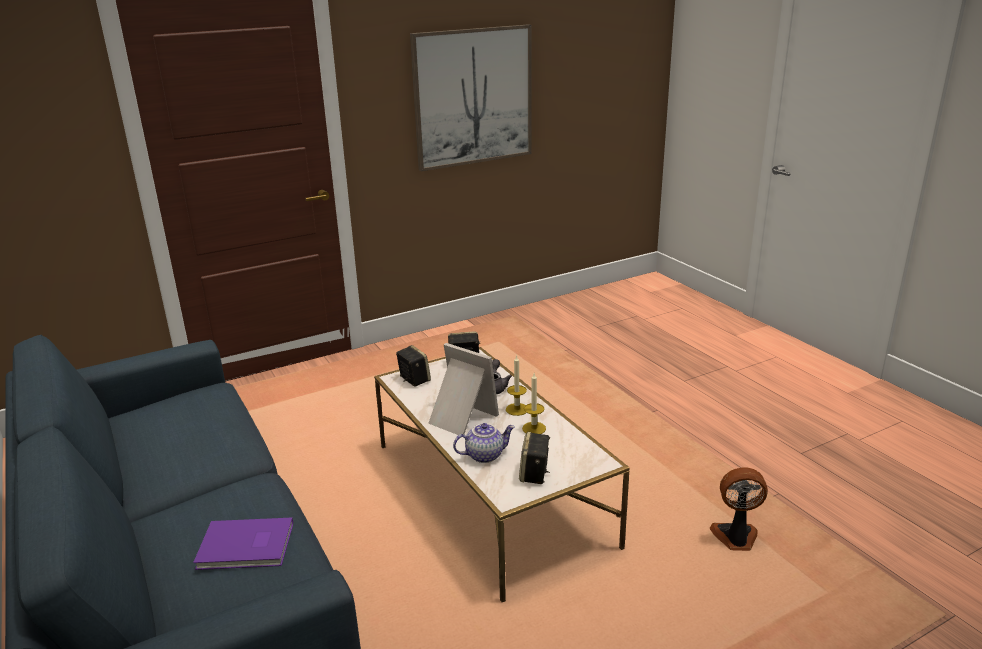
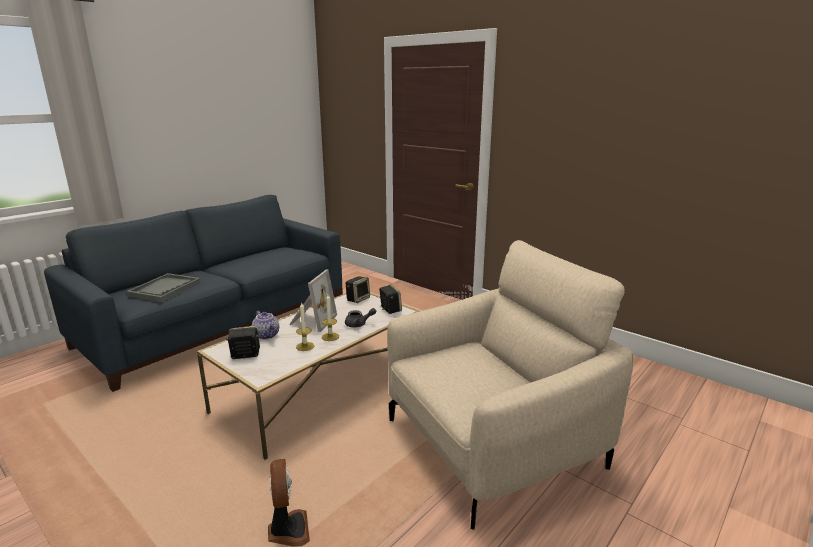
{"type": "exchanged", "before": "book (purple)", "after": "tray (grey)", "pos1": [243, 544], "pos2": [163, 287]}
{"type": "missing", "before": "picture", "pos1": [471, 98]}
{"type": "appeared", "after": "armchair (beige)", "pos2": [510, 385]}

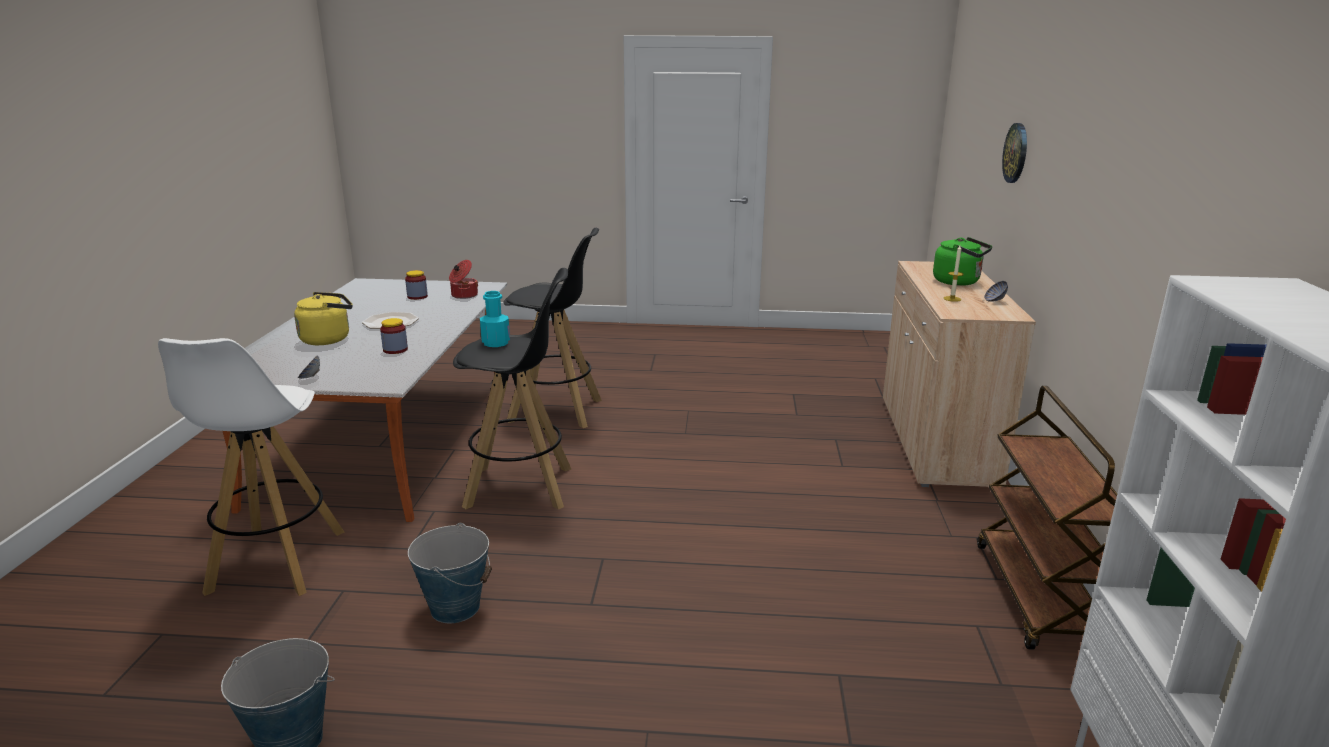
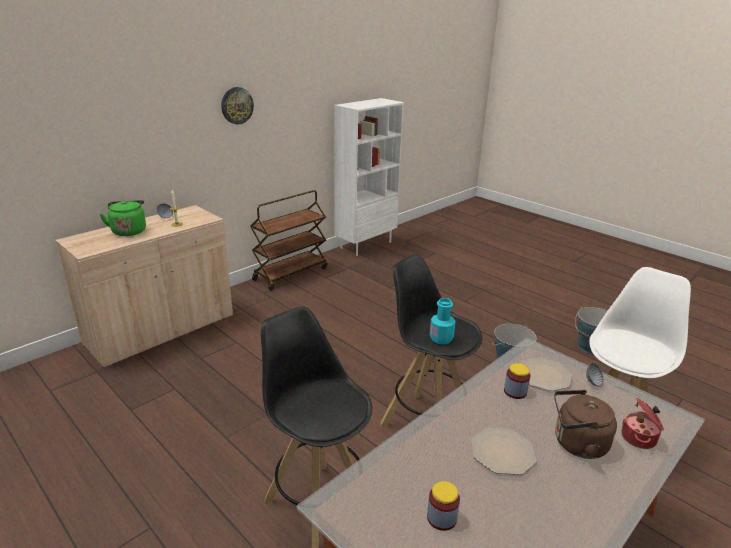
{"type": "colour", "before": "kettle (yellow)", "after": "kettle (brown)", "pos1": [323, 318], "pos2": [585, 424]}
{"type": "relocated", "before": "cooking pot", "pos1": [463, 279], "pos2": [643, 423]}
{"type": "relocated", "before": "wall clock", "pos1": [1014, 153], "pos2": [237, 106]}
{"type": "appeared", "after": "plate", "pos2": [546, 374]}

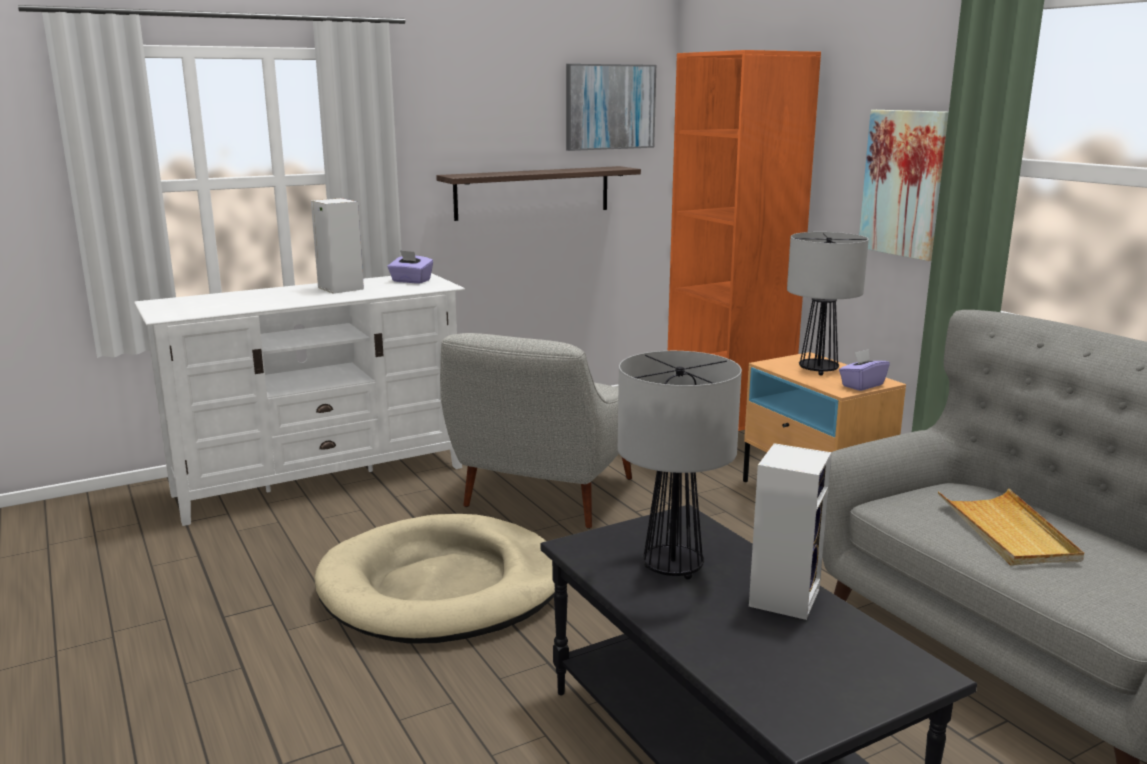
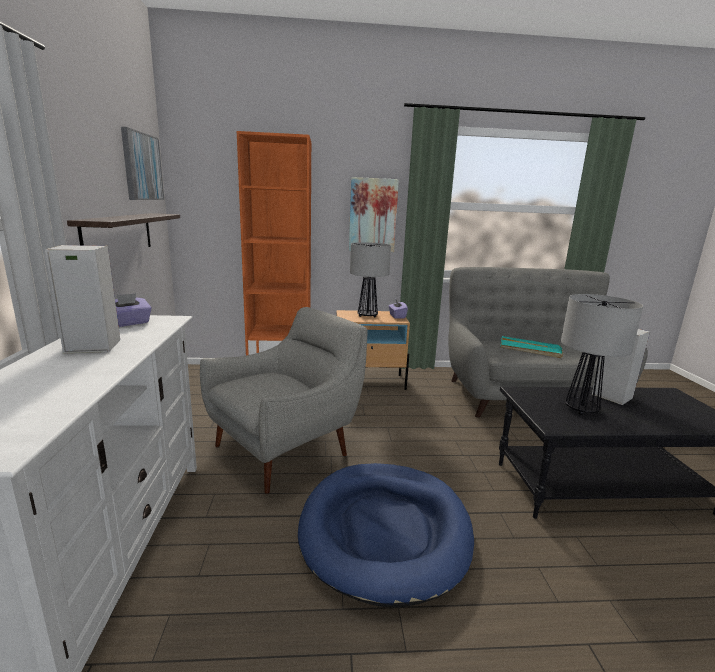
{"type": "colour", "before": "dog bed (beige)", "after": "dog bed (blue)", "pos1": [434, 578], "pos2": [386, 535]}
{"type": "spun", "before": "armchair (grey)", "pos1": [536, 431], "pos2": [284, 400], "turn": -90}
{"type": "colour", "before": "tray (beige)", "after": "tray (turquoise)", "pos1": [1011, 527], "pos2": [531, 347]}

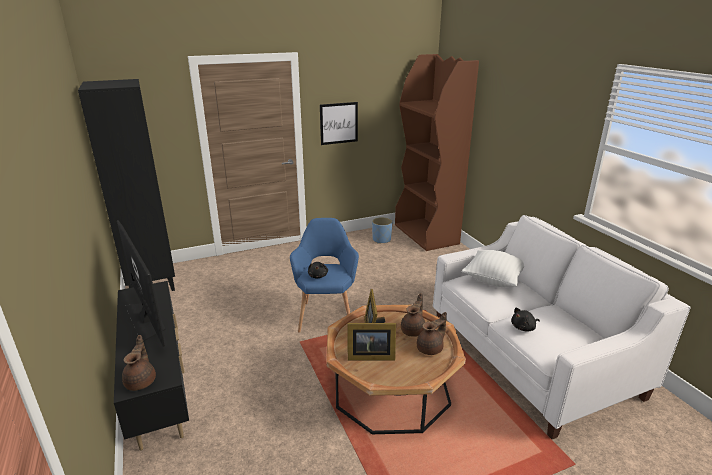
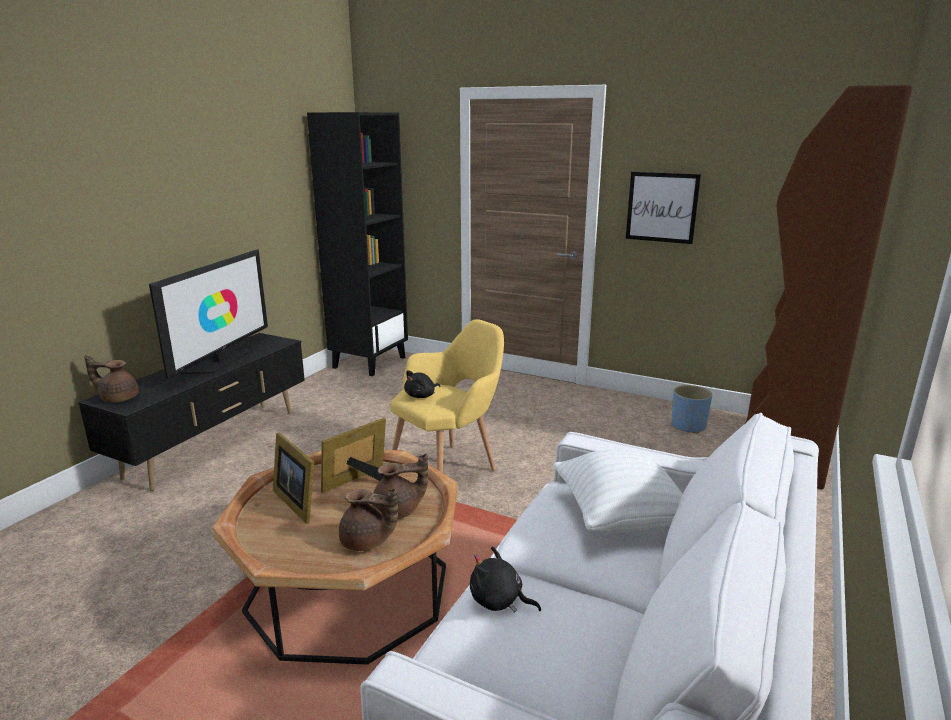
{"type": "spun", "before": "teapot (brown)", "pos1": [139, 363], "pos2": [111, 378], "turn": -135}
{"type": "colour", "before": "armchair (blue)", "after": "armchair (yellow)", "pos1": [324, 275], "pos2": [447, 396]}

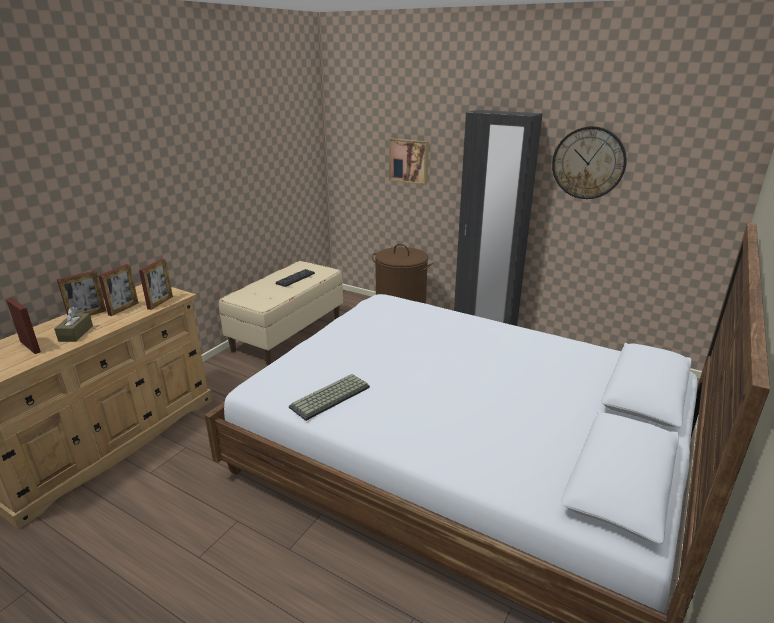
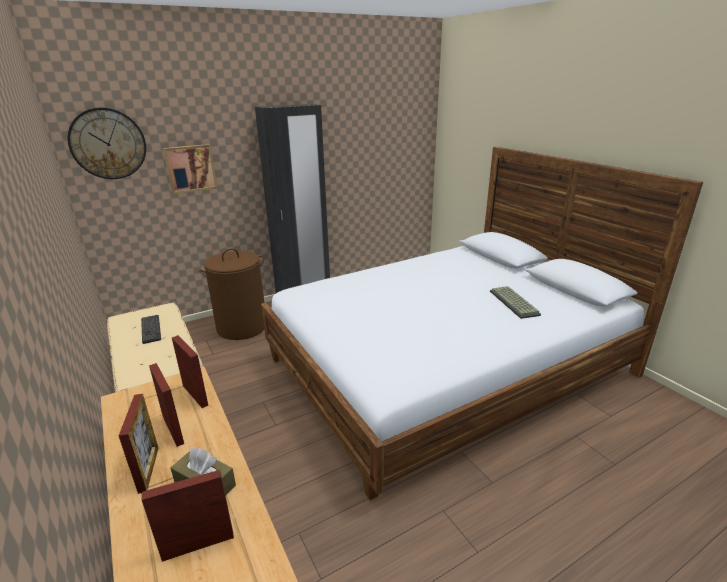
{"type": "relocated", "before": "keyboard", "pos1": [329, 397], "pos2": [515, 302]}
{"type": "relocated", "before": "wall clock", "pos1": [589, 162], "pos2": [107, 143]}

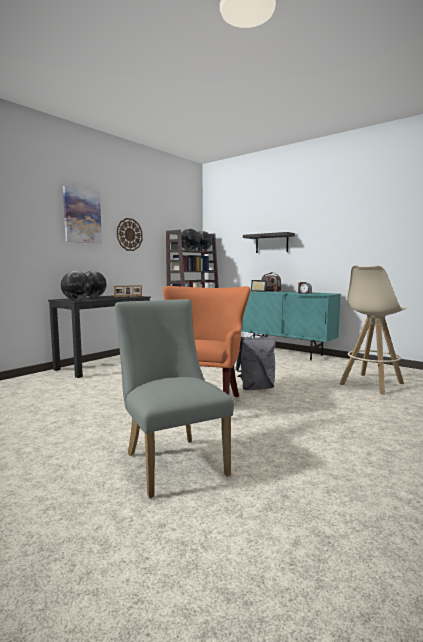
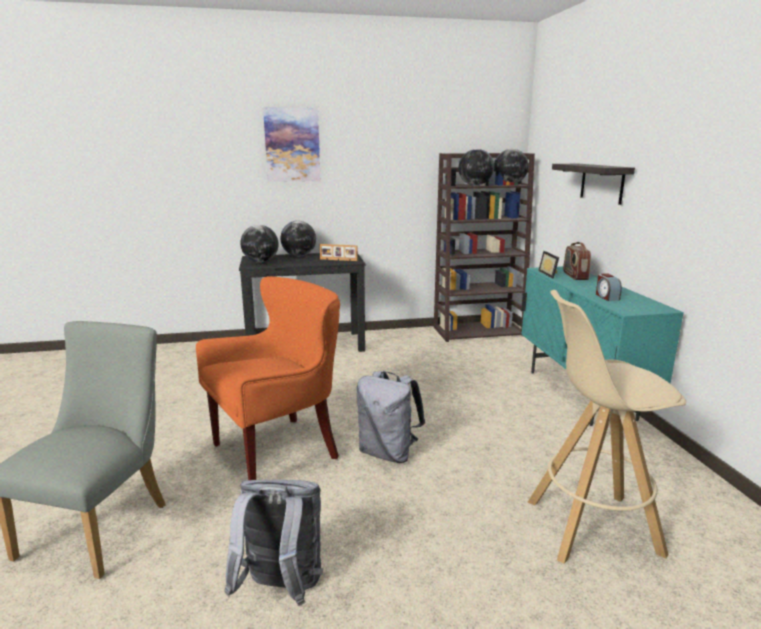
{"type": "missing", "before": "wall clock", "pos1": [130, 234]}
{"type": "appeared", "after": "backpack (grey)", "pos2": [274, 542]}

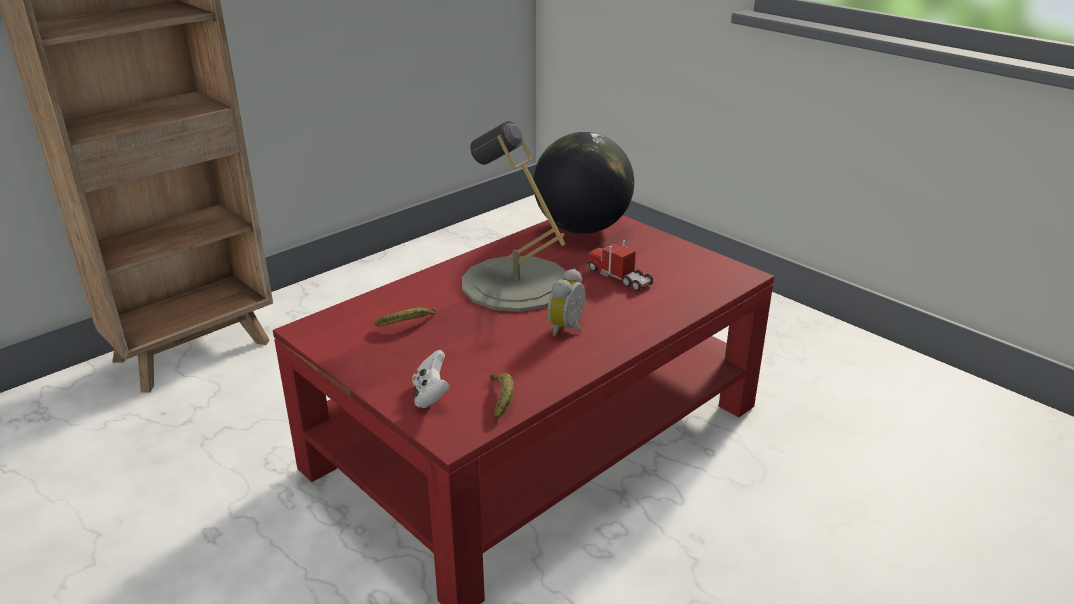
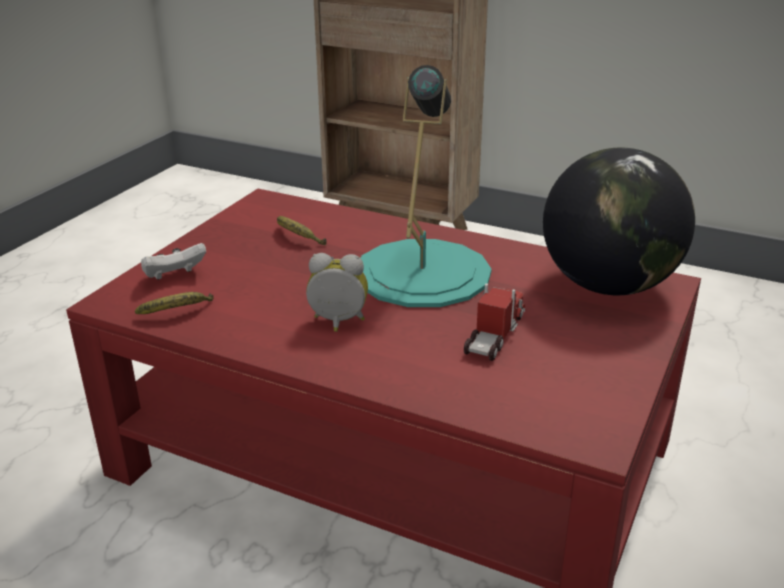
{"type": "colour", "before": "table lamp (grey)", "after": "table lamp (turquoise)", "pos1": [516, 216], "pos2": [426, 186]}

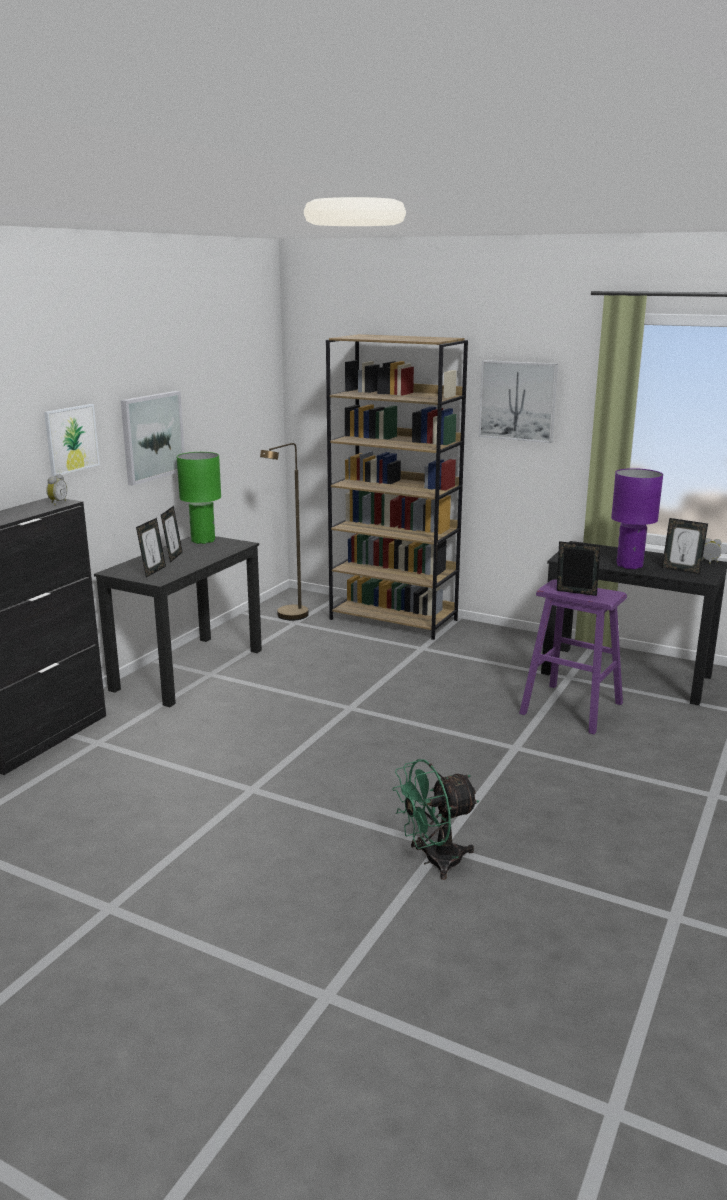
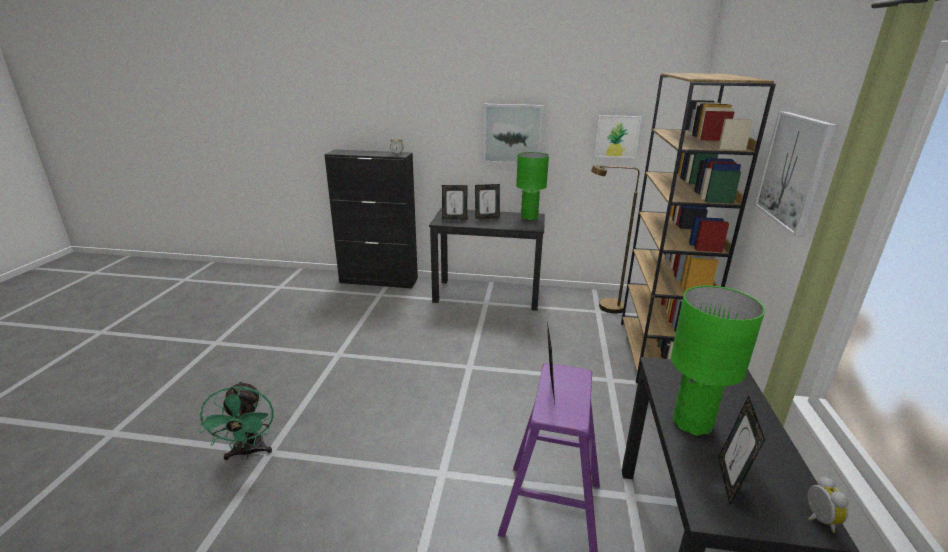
{"type": "relocated", "before": "picture", "pos1": [72, 440], "pos2": [618, 136]}
{"type": "spun", "before": "fan (green)", "pos1": [435, 819], "pos2": [236, 420], "turn": -150}
{"type": "colour", "before": "table lamp (purple)", "after": "table lamp (green)", "pos1": [637, 518], "pos2": [718, 360]}

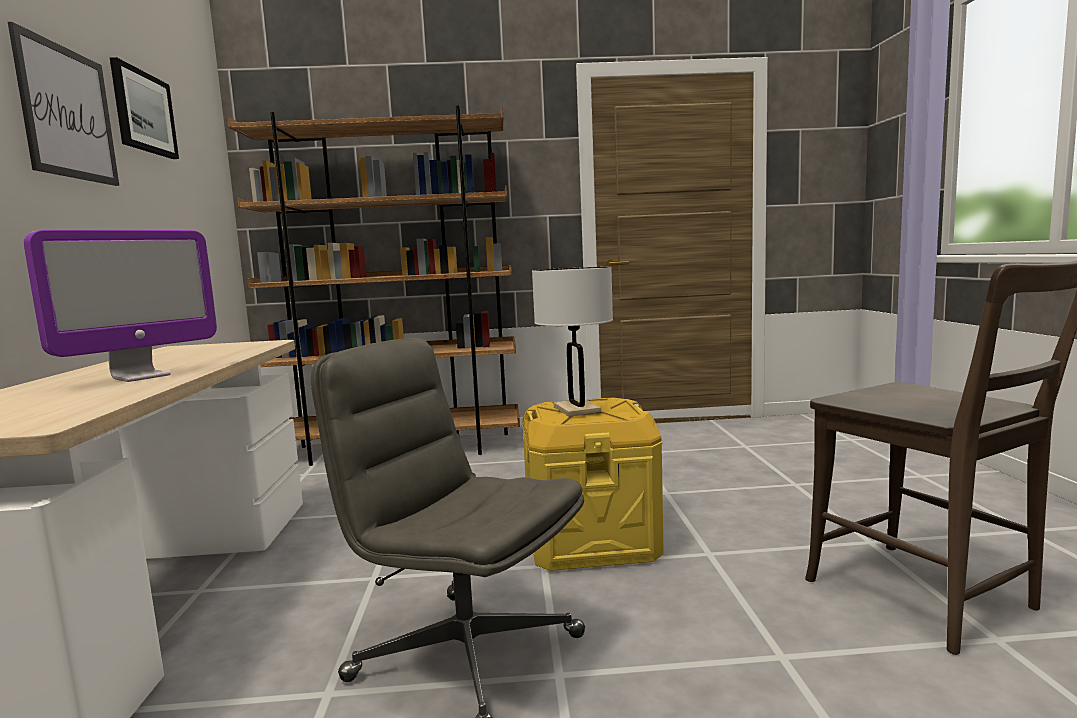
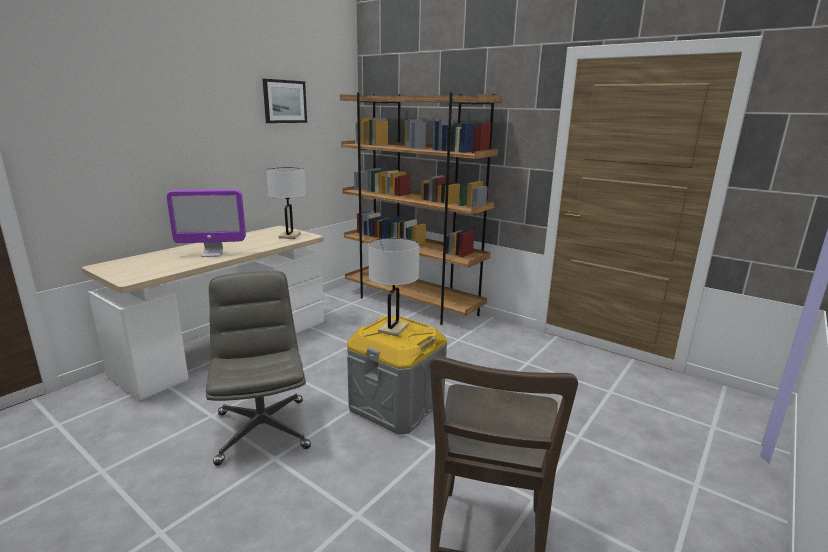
{"type": "missing", "before": "picture", "pos1": [63, 104]}
{"type": "colour", "before": "storage box (yellow)", "after": "storage box (grey)", "pos1": [593, 484], "pos2": [397, 375]}
{"type": "appeared", "after": "table lamp (white)", "pos2": [286, 203]}

